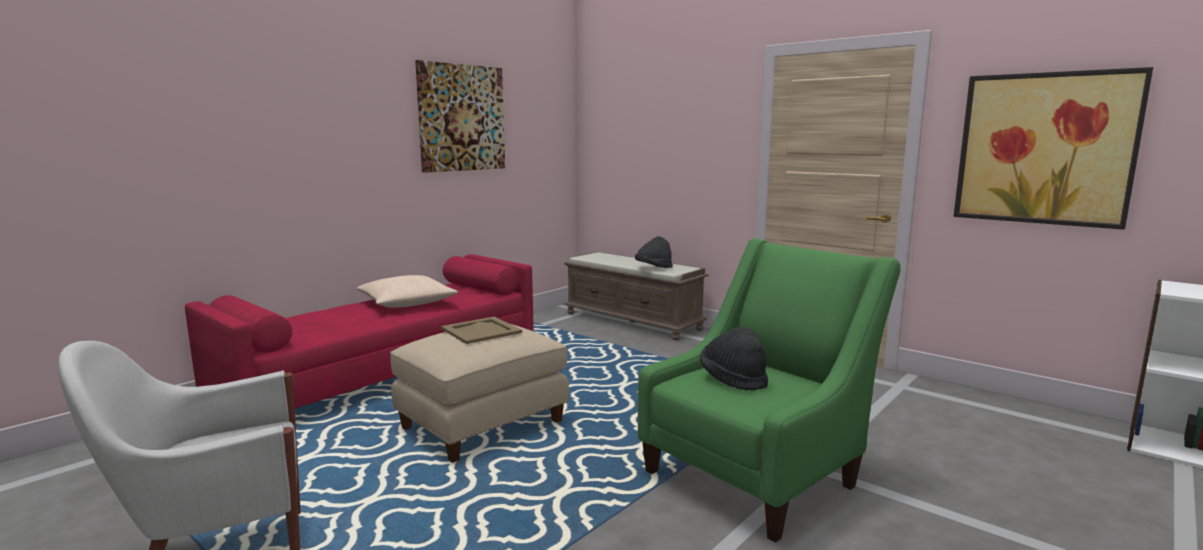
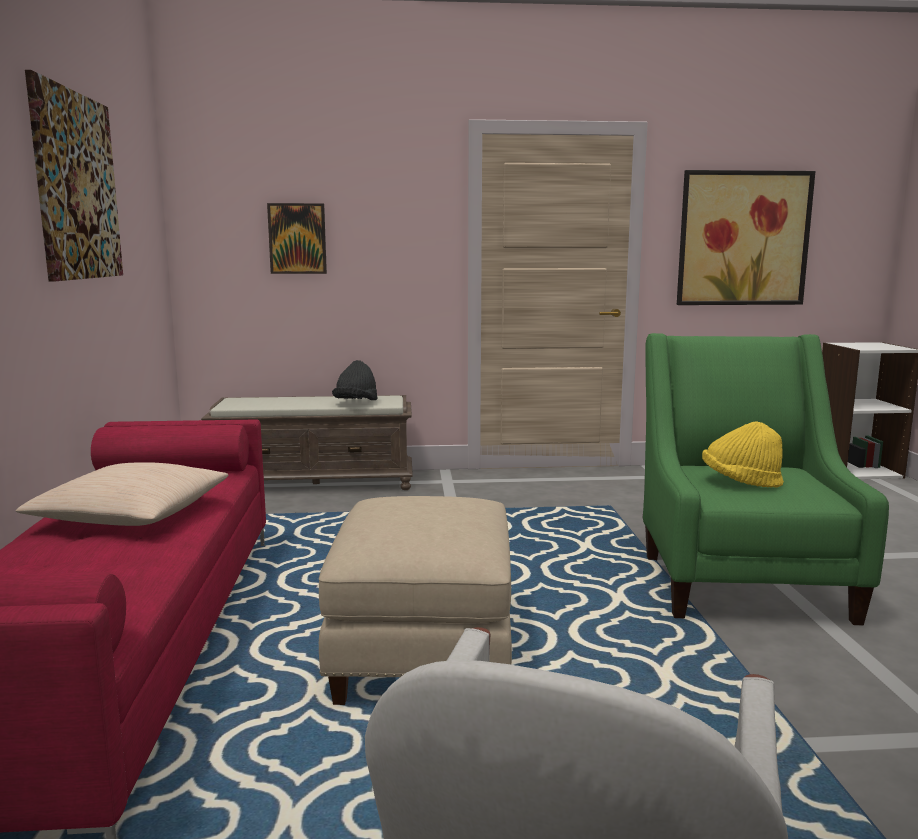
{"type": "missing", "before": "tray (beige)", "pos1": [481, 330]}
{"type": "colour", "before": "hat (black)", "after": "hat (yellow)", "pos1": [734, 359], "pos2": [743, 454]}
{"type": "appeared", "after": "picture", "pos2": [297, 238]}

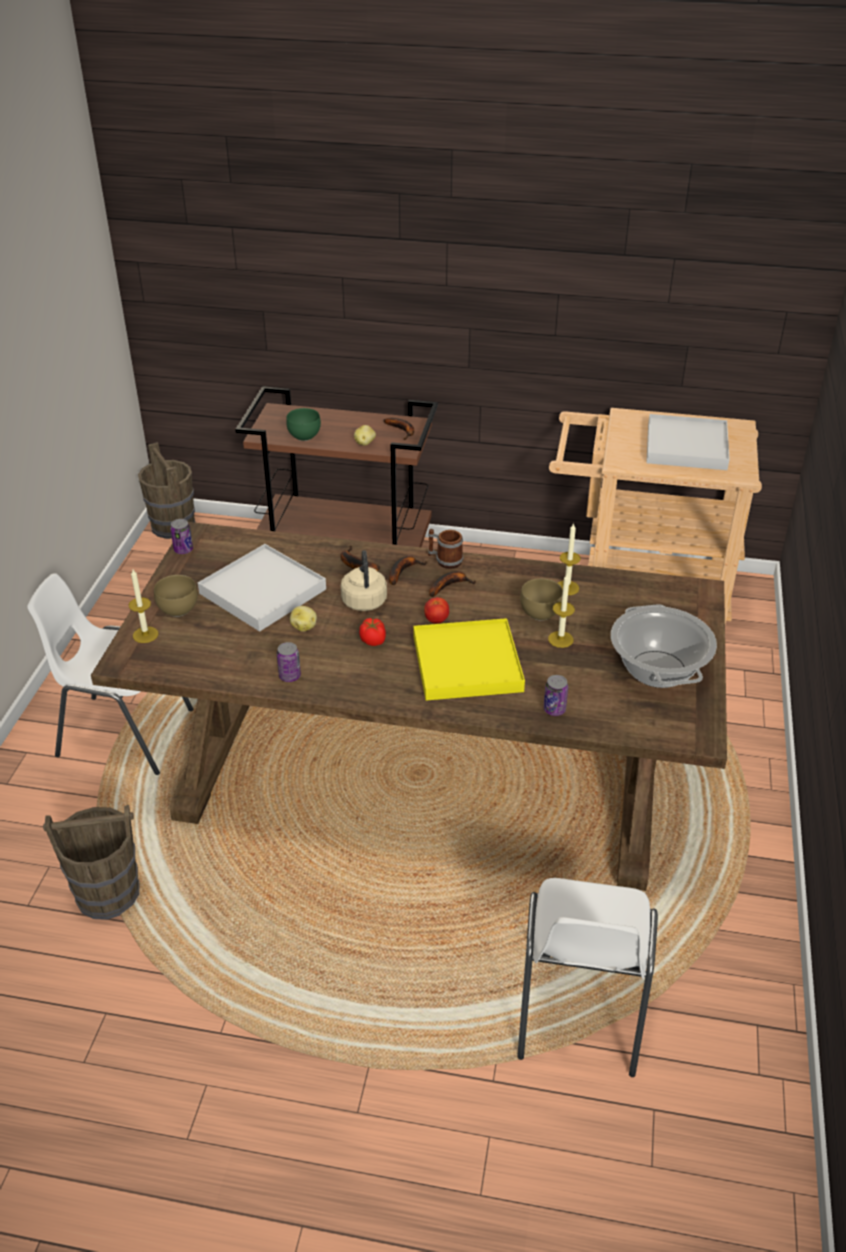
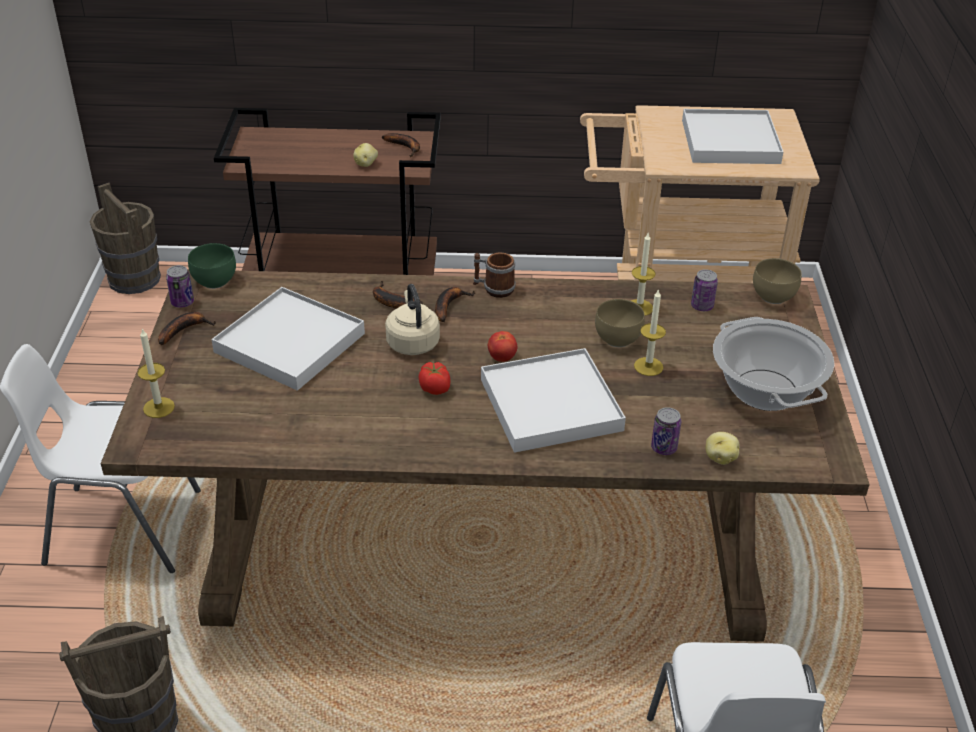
{"type": "relocated", "before": "bowl (brown)", "pos1": [176, 596], "pos2": [777, 281]}
{"type": "relocated", "before": "can", "pos1": [289, 662], "pos2": [704, 290]}
{"type": "relocated", "before": "bowl (green)", "pos1": [303, 424], "pos2": [212, 266]}
{"type": "relocated", "before": "potato", "pos1": [303, 619], "pos2": [722, 448]}
{"type": "colour", "before": "tray (yellow)", "after": "tray (white)", "pos1": [469, 659], "pos2": [553, 400]}
{"type": "relocated", "before": "banana", "pos1": [452, 584], "pos2": [187, 328]}

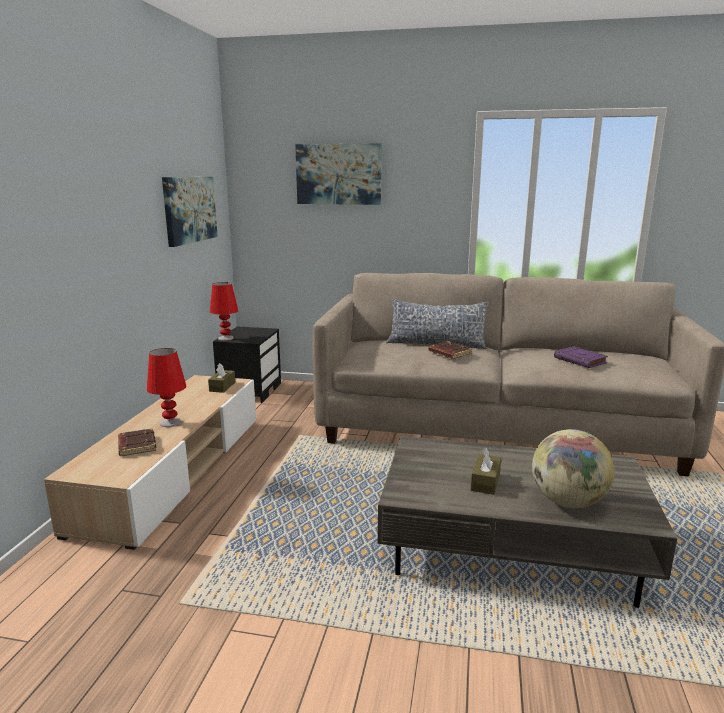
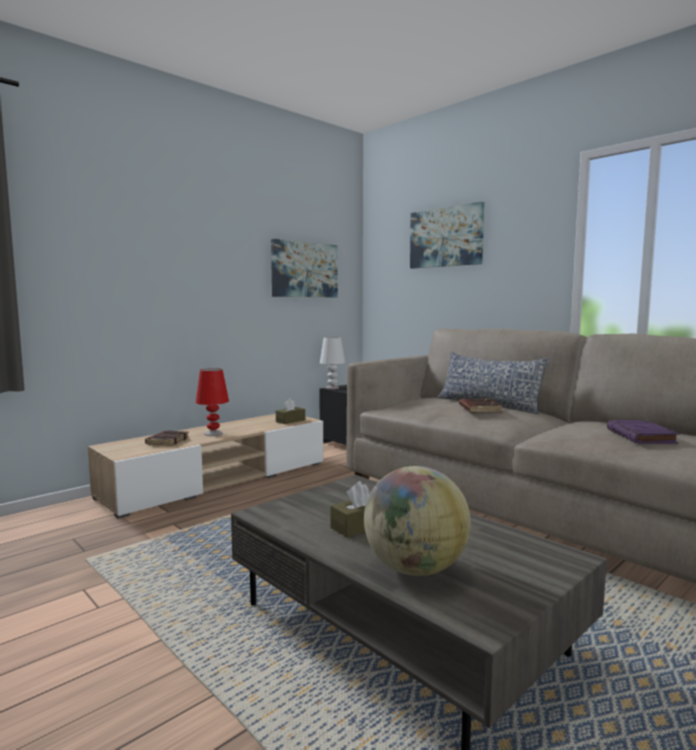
{"type": "colour", "before": "table lamp (red)", "after": "table lamp (white)", "pos1": [224, 311], "pos2": [332, 363]}

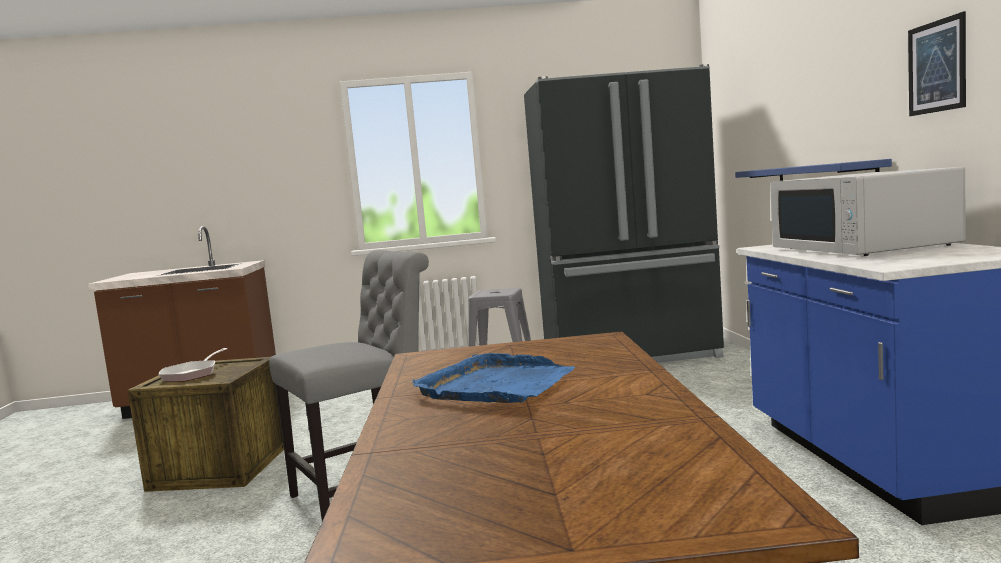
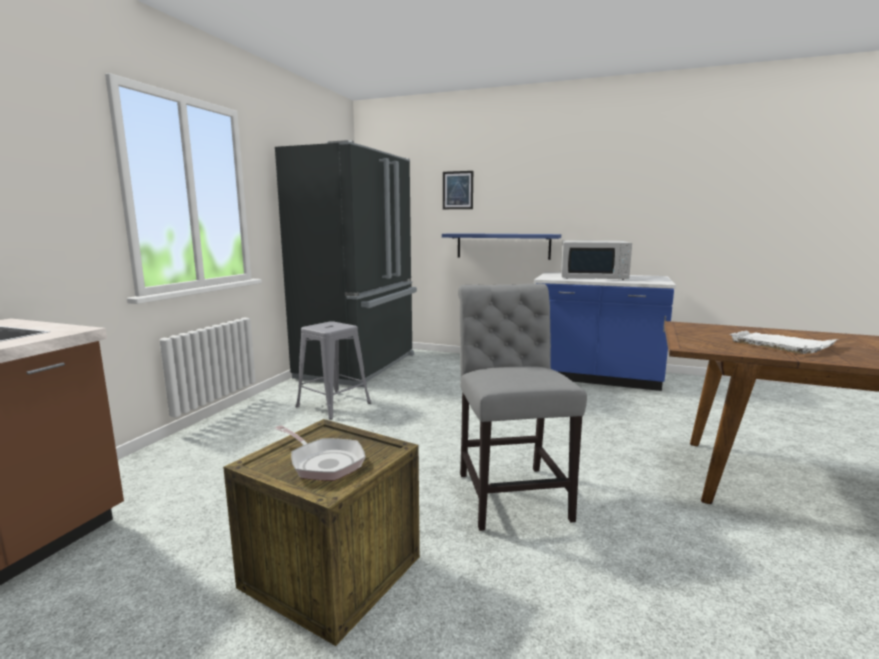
{"type": "colour", "before": "tray (blue)", "after": "tray (white)", "pos1": [493, 378], "pos2": [784, 342]}
{"type": "relocated", "before": "picture", "pos1": [937, 63], "pos2": [458, 190]}

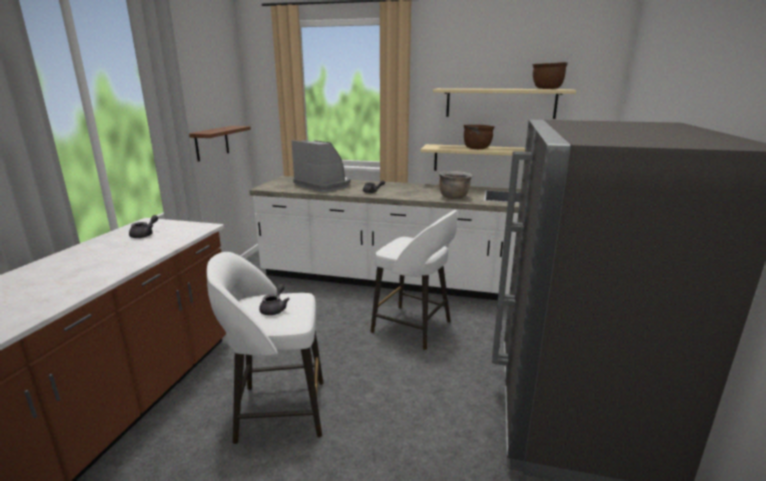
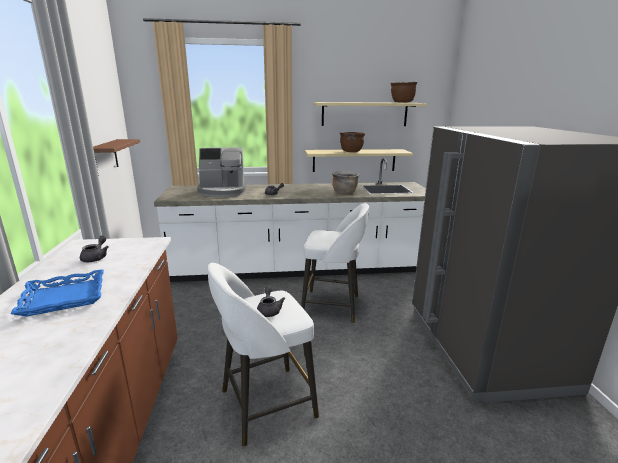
{"type": "spun", "before": "coffee machine", "pos1": [321, 166], "pos2": [221, 172], "turn": 150}
{"type": "appeared", "after": "tray (blue)", "pos2": [57, 293]}

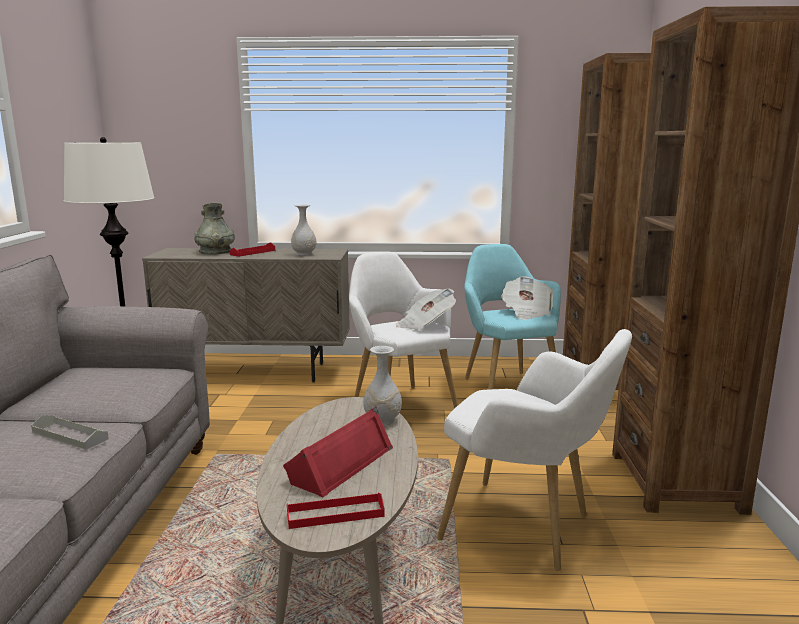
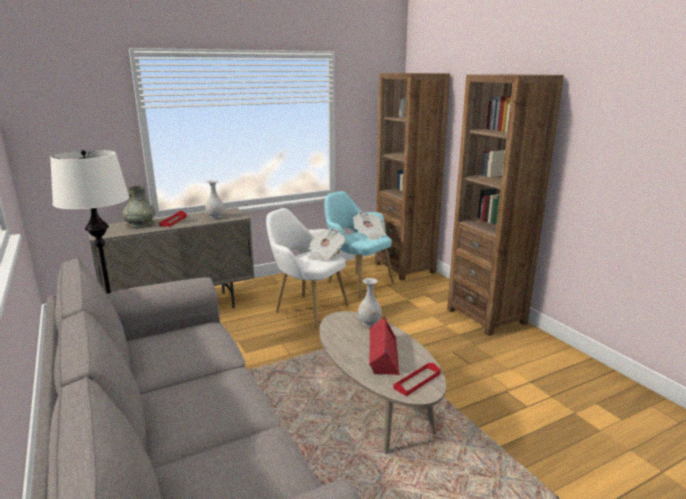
{"type": "missing", "before": "tray (grey)", "pos1": [70, 432]}
{"type": "missing", "before": "armchair (white)", "pos1": [534, 450]}

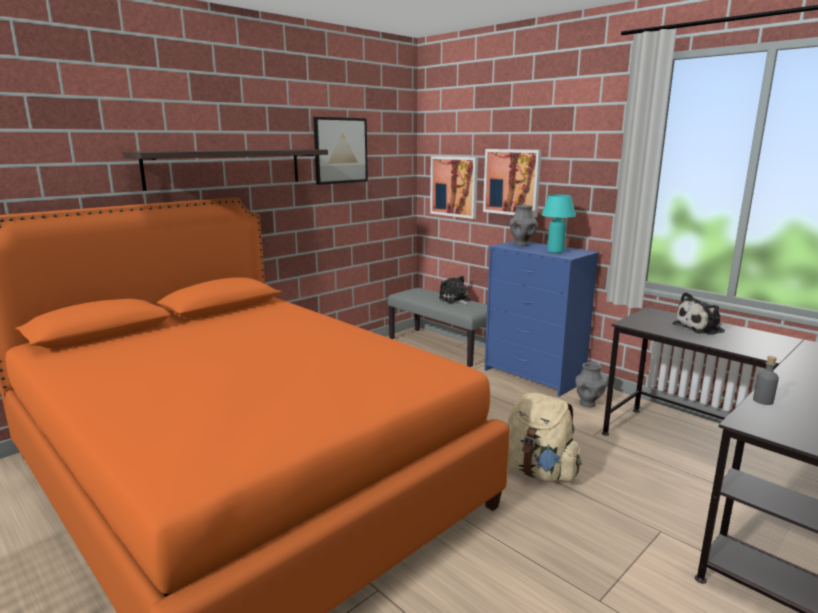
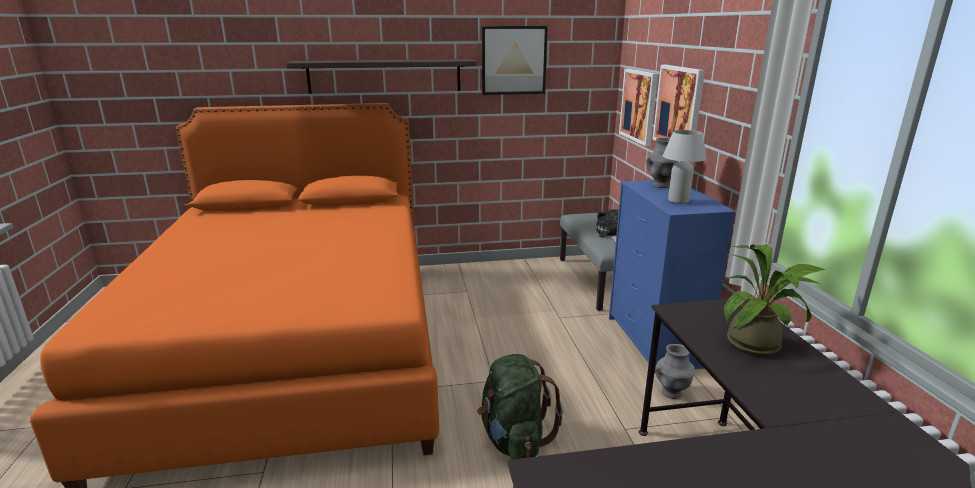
{"type": "colour", "before": "backpack (beige)", "after": "backpack (green)", "pos1": [544, 437], "pos2": [520, 406]}
{"type": "colour", "before": "table lamp (turquoise)", "after": "table lamp (white)", "pos1": [559, 224], "pos2": [685, 167]}
{"type": "exchanged", "before": "plush toy", "after": "potted plant", "pos1": [699, 313], "pos2": [773, 300]}
{"type": "missing", "before": "bottle (grey)", "pos1": [766, 380]}

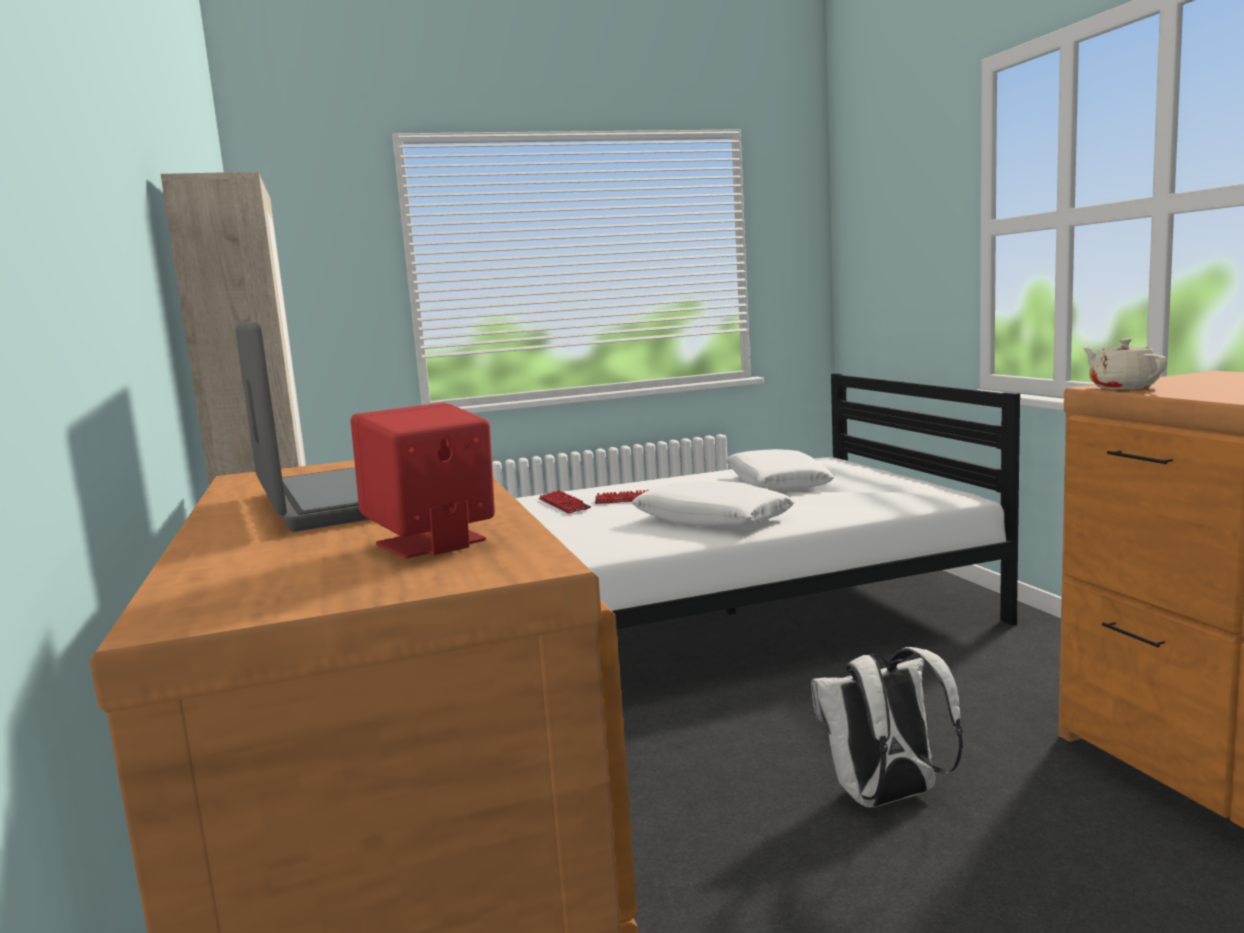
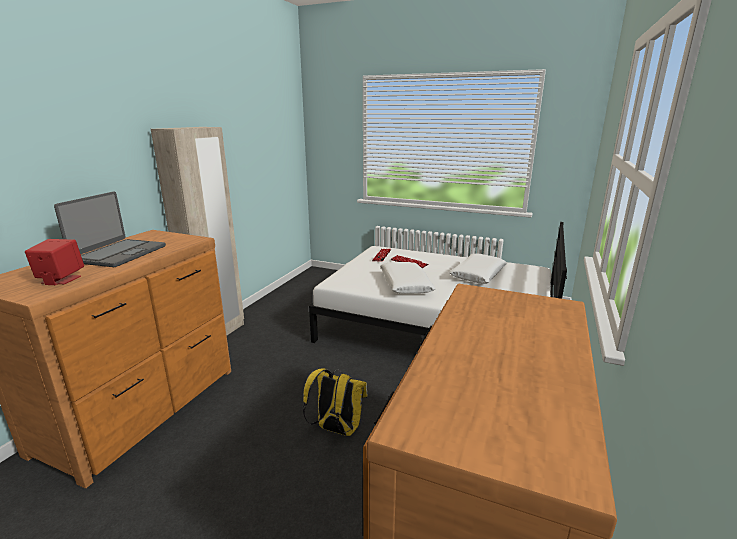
{"type": "colour", "before": "backpack (white)", "after": "backpack (yellow)", "pos1": [887, 727], "pos2": [335, 402]}
{"type": "missing", "before": "teapot (beige)", "pos1": [1125, 364]}

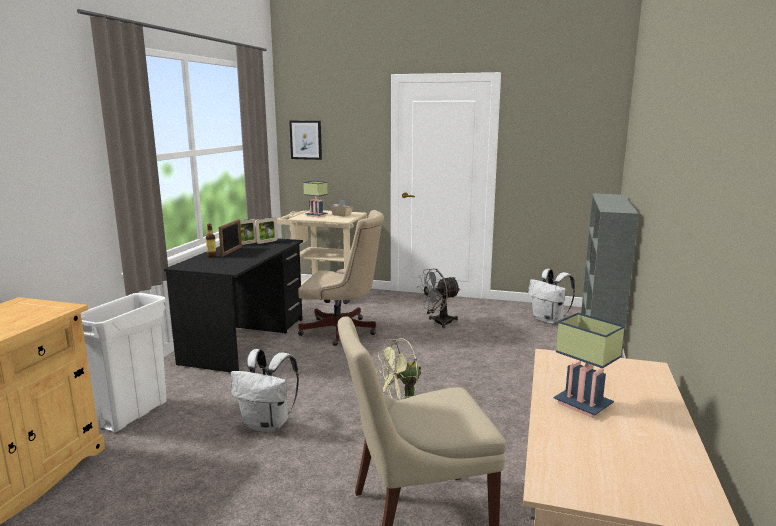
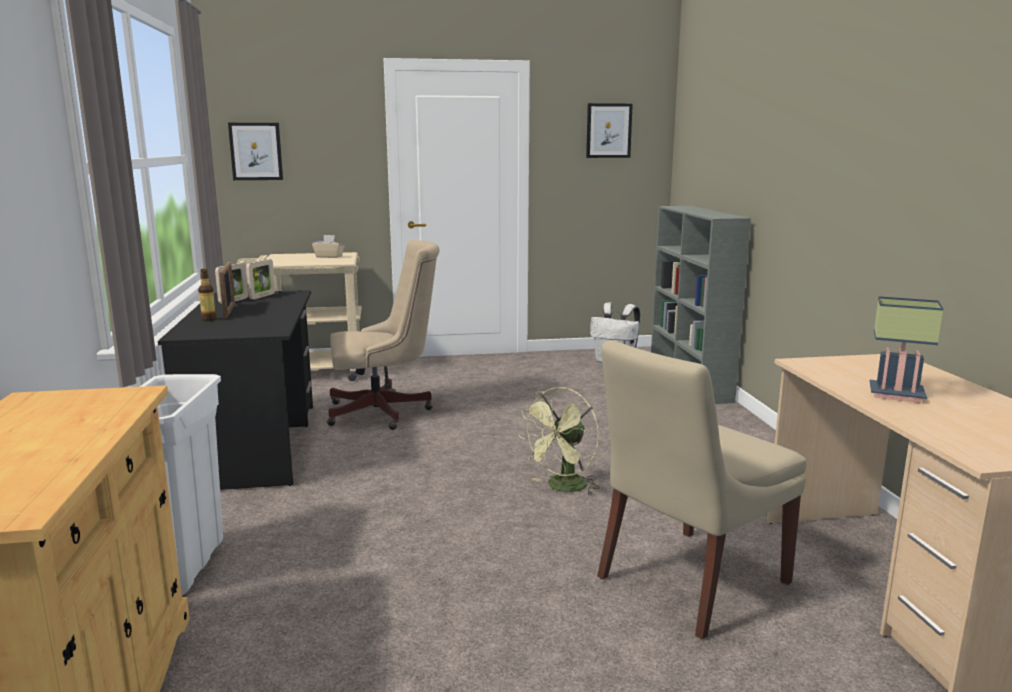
{"type": "missing", "before": "backpack (white)", "pos1": [265, 391]}
{"type": "missing", "before": "table lamp", "pos1": [315, 199]}
{"type": "missing", "before": "fan (grey)", "pos1": [438, 298]}
{"type": "appeared", "after": "picture", "pos2": [609, 130]}

